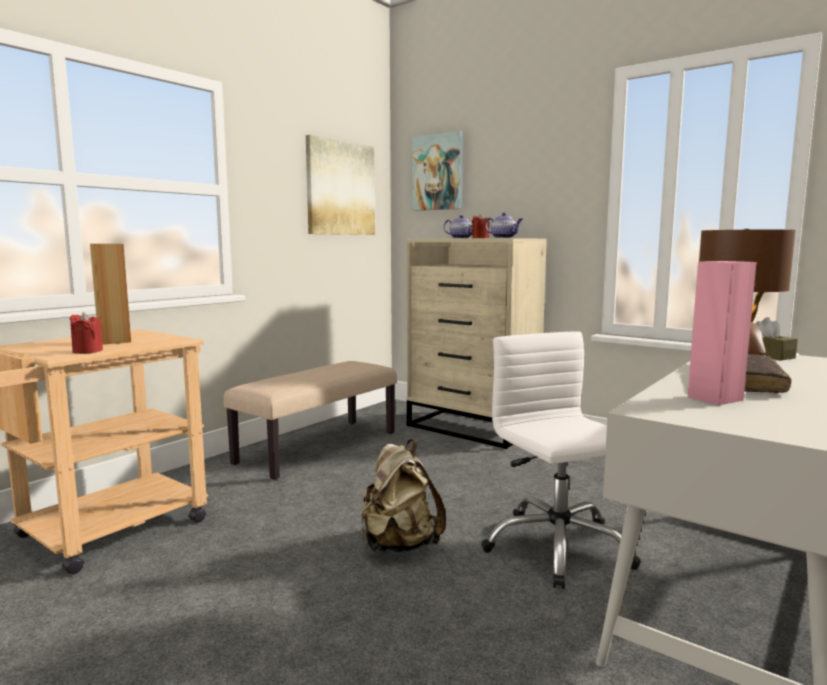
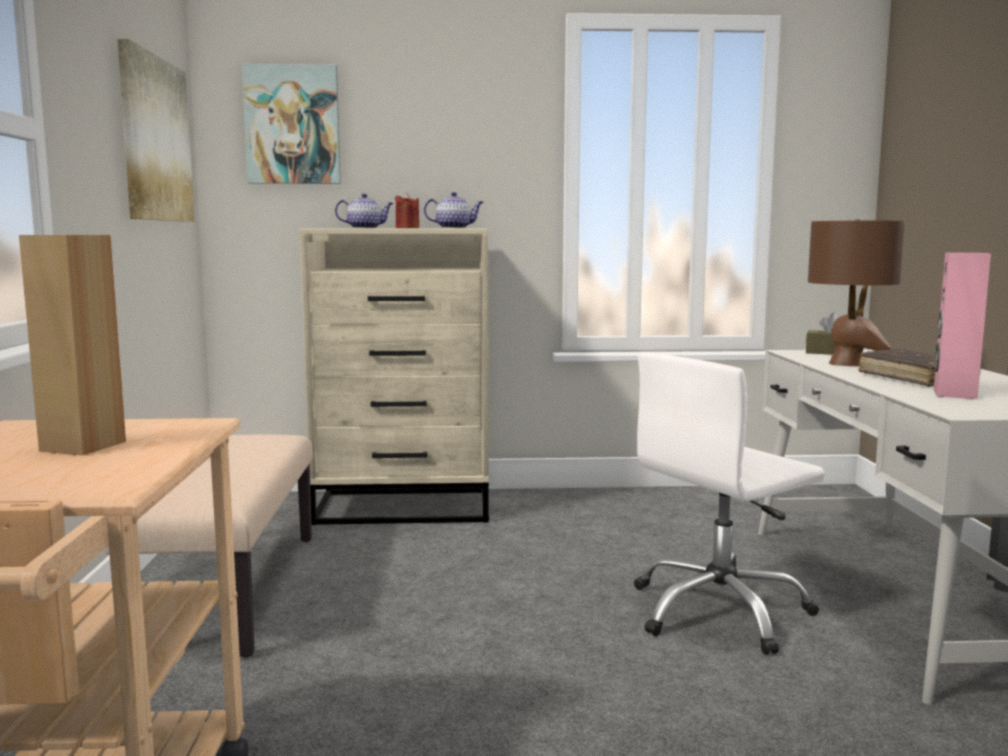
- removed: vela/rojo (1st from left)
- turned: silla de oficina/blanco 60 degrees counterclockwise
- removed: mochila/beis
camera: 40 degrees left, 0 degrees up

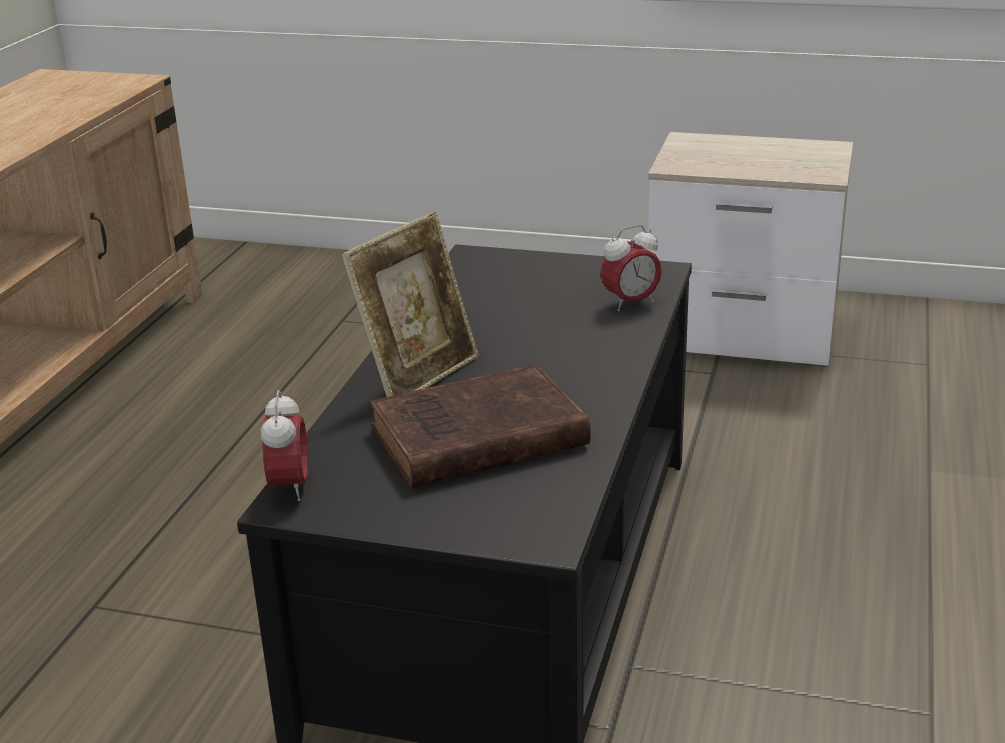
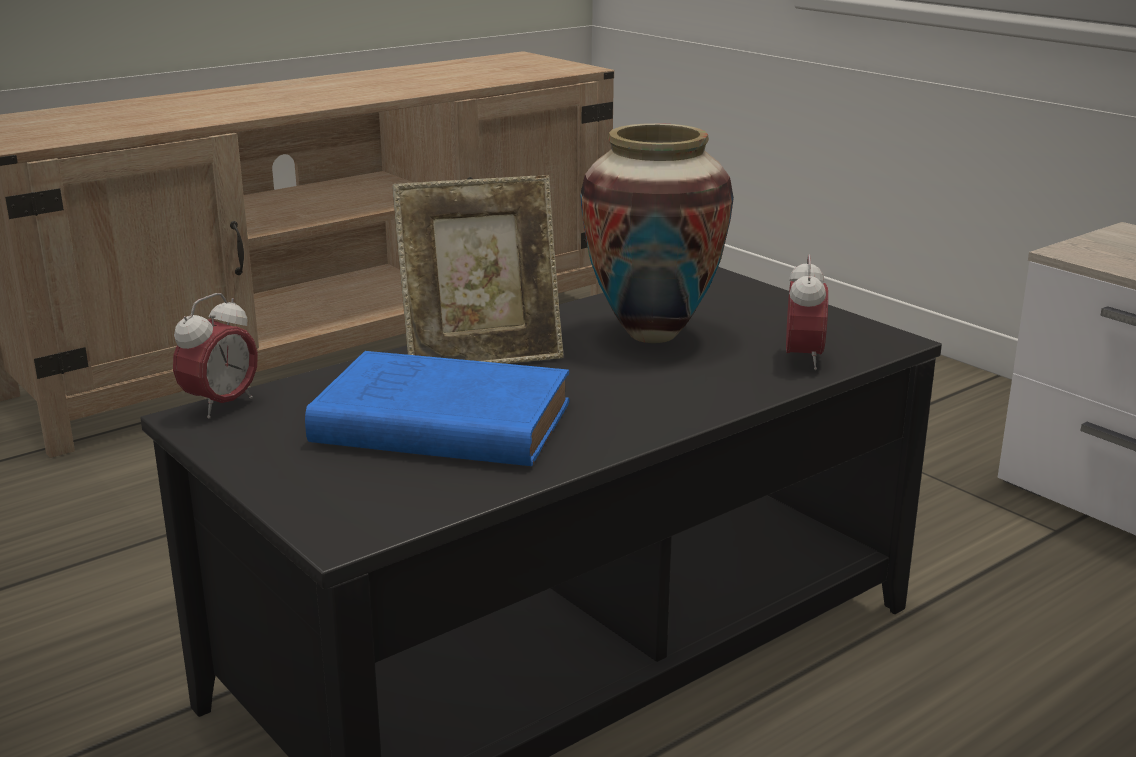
- turned: despertador (2nd from left) 90 degrees counterclockwise
- recoloured: libro/marrón to libro/azul
- added: florero
camera: 35 degrees right, 5 degrees down

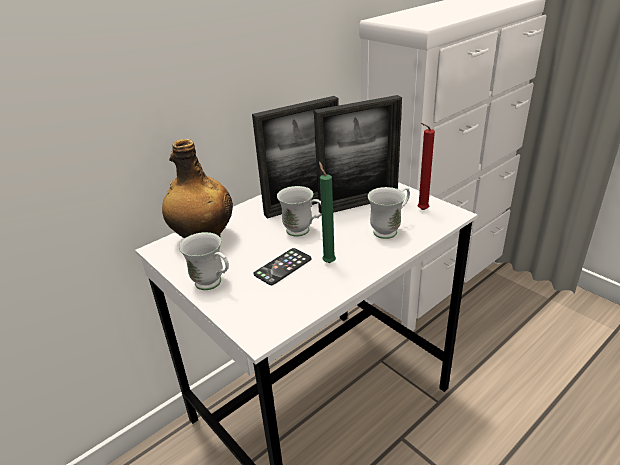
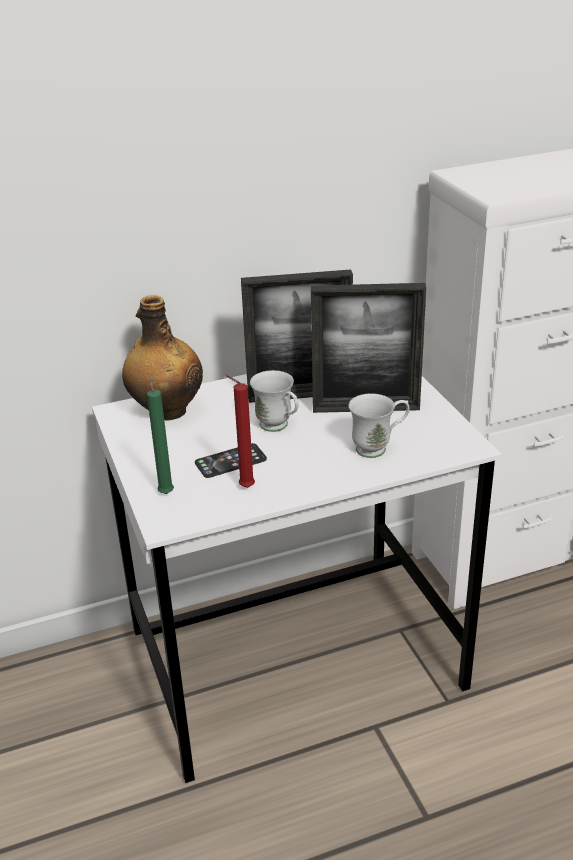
- moved: vela/rojo
- moved: vela/verde
- removed: taza grande/blanco (1st from left)
camera: 20 degrees right, 0 degrees up

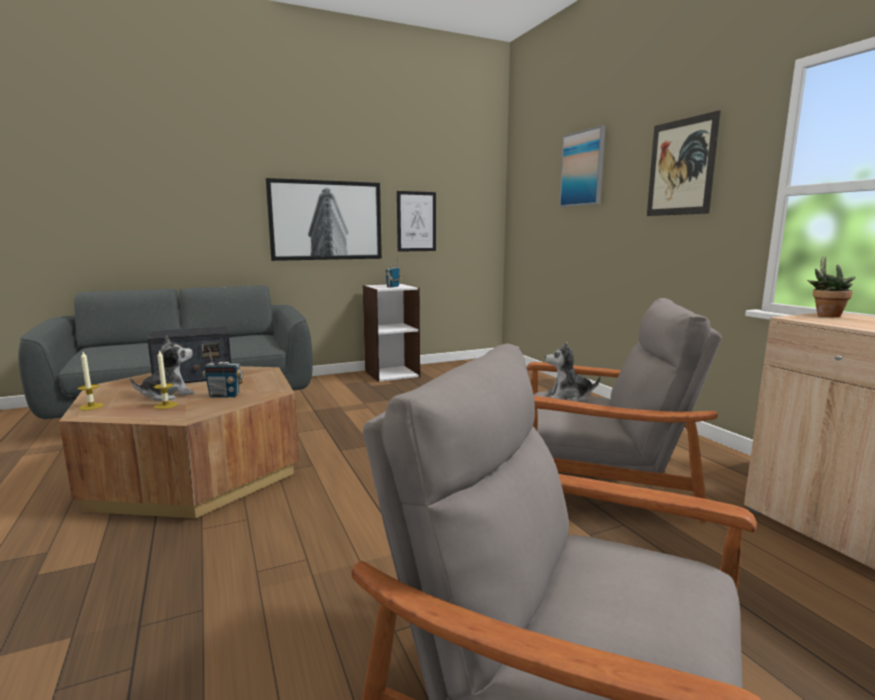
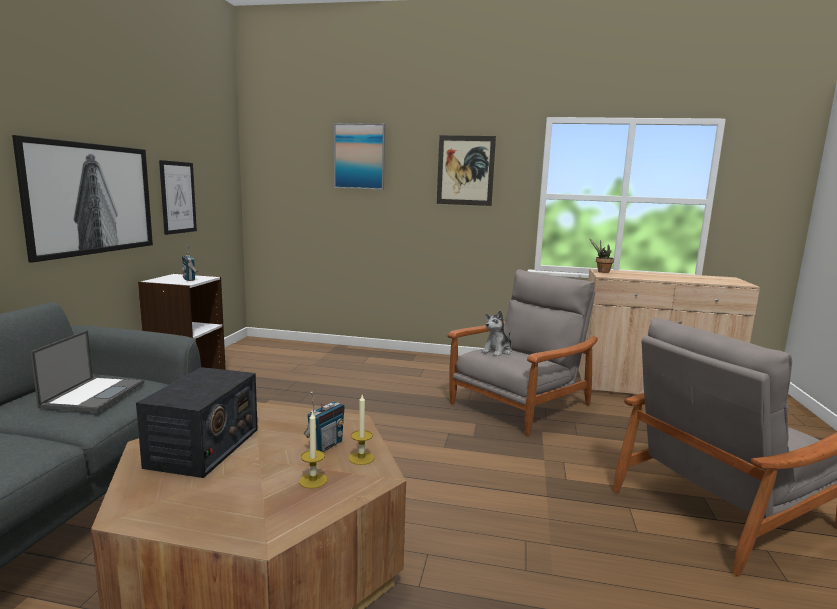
- removed: peluche (1st from left)
- moved: vela (1st from left in the first image) to vela (2nd from left)
- added: portátil
camera: 55 degrees left, 0 degrees up

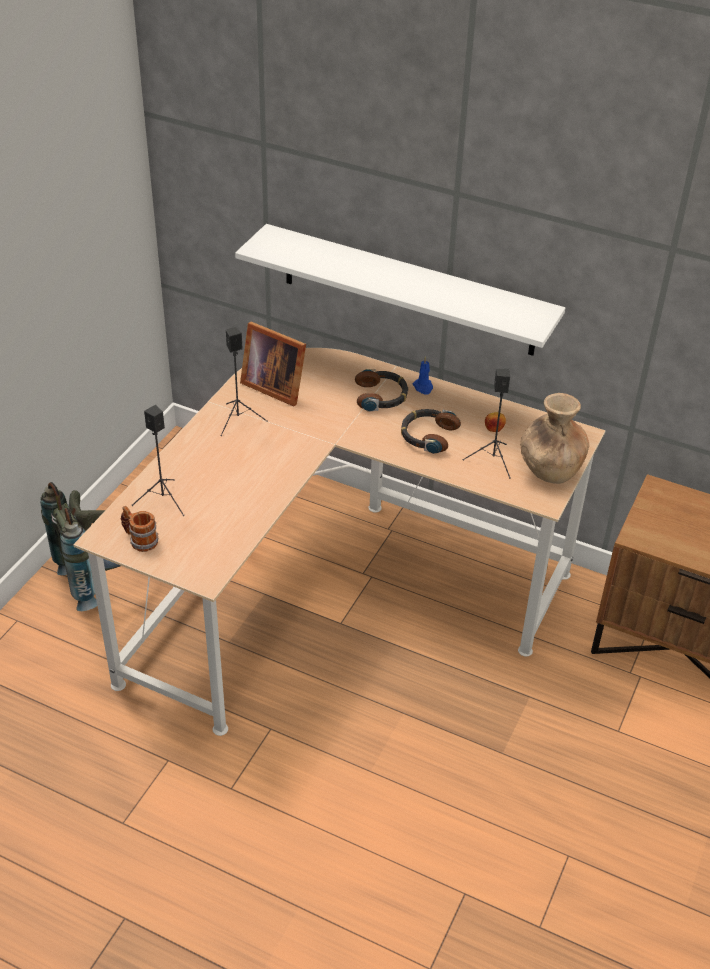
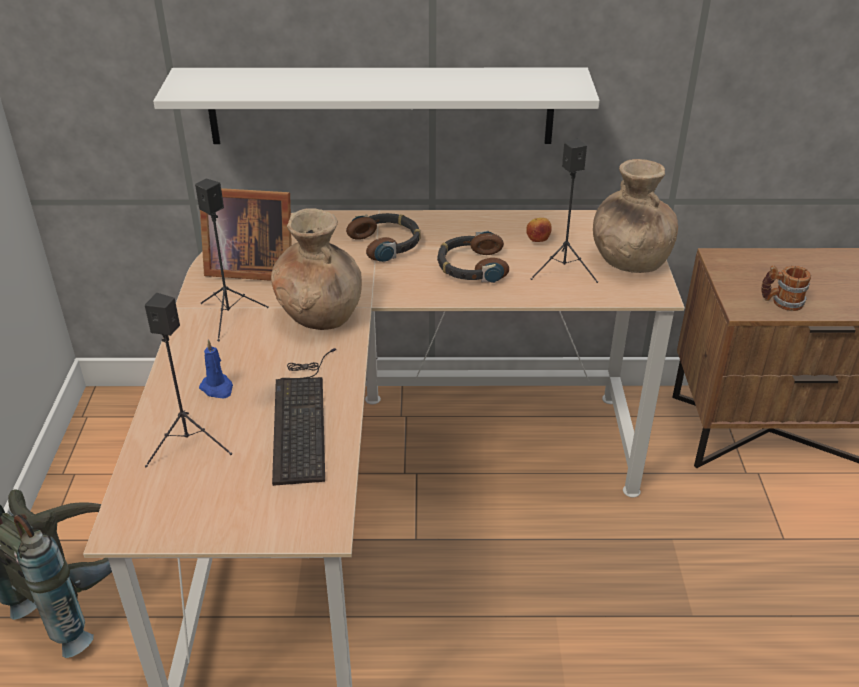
- moved: vela/azul
- moved: taza grande
- added: florero/marrón (1st from left)
- added: teclado
camera: 25 degrees left, 5 degrees down

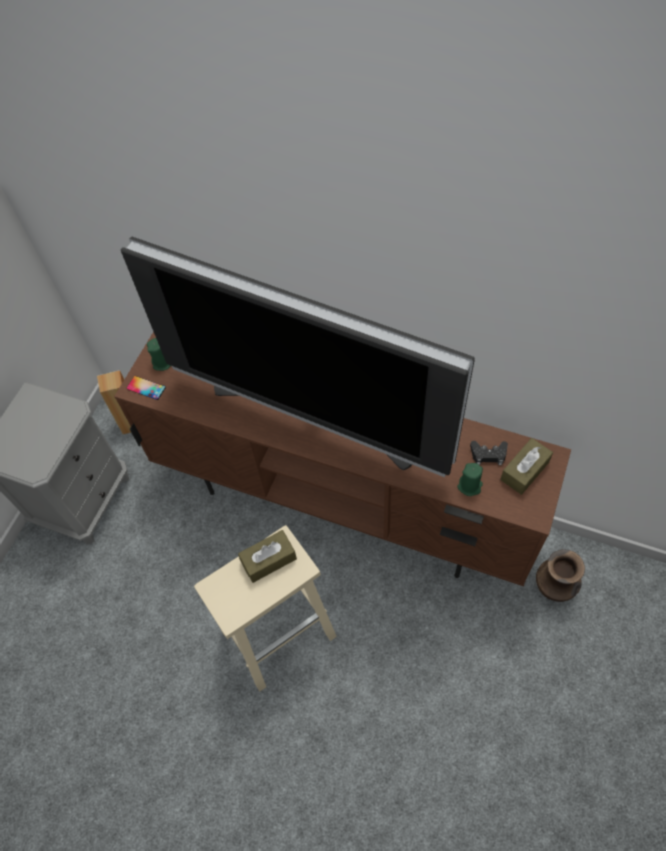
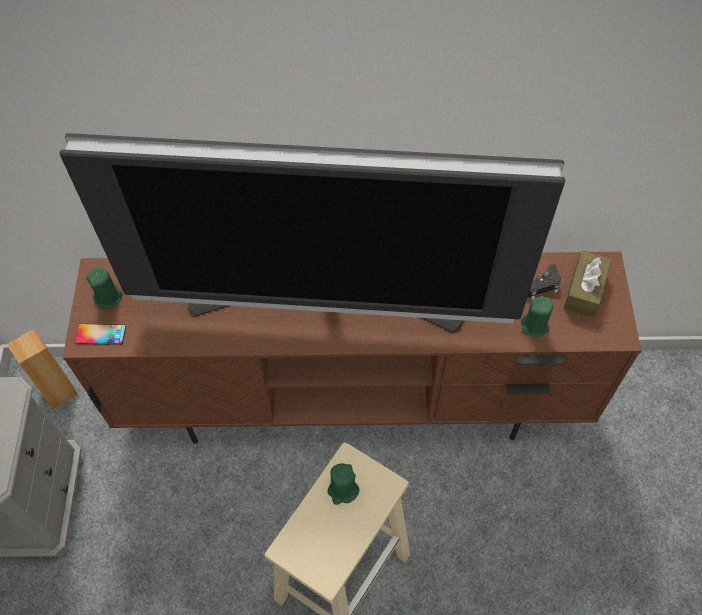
- replaced: caja de pañuelos/marrón (1st from left) to vela/verde (2nd from left)
- removed: florero/marrón
camera: 25 degrees left, 0 degrees up

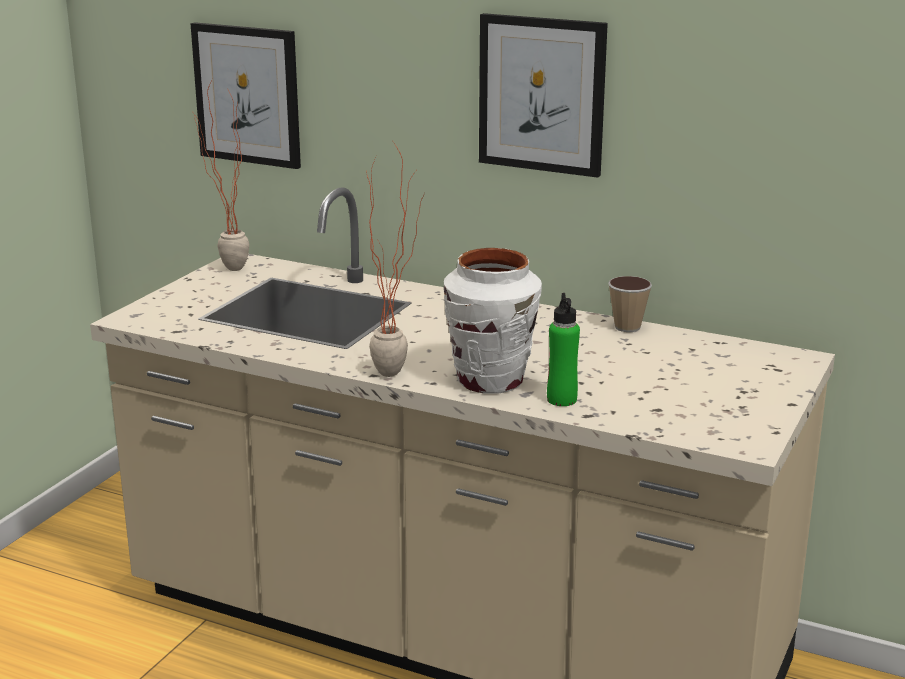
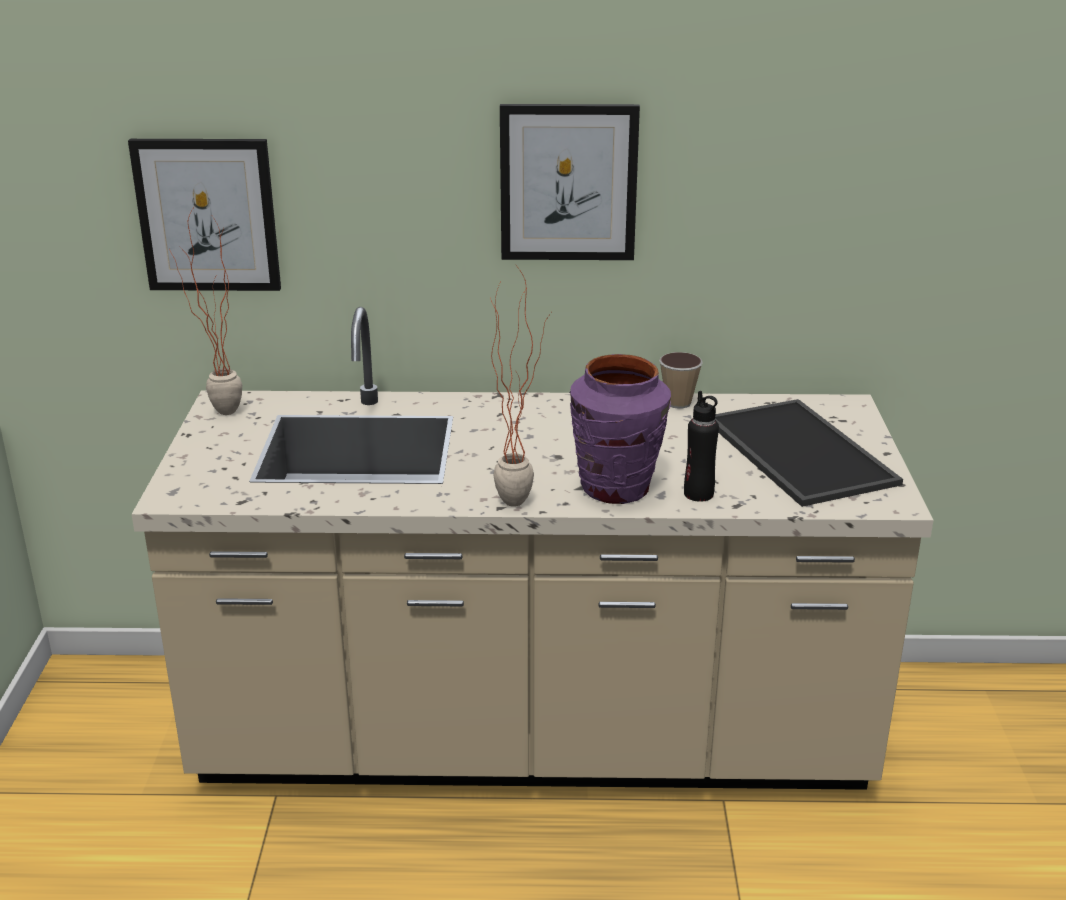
- recoloured: florero/blanco to florero/morado
- recoloured: botella/verde to botella/negro
- added: bandeja
camera: 25 degrees left, 5 degrees up

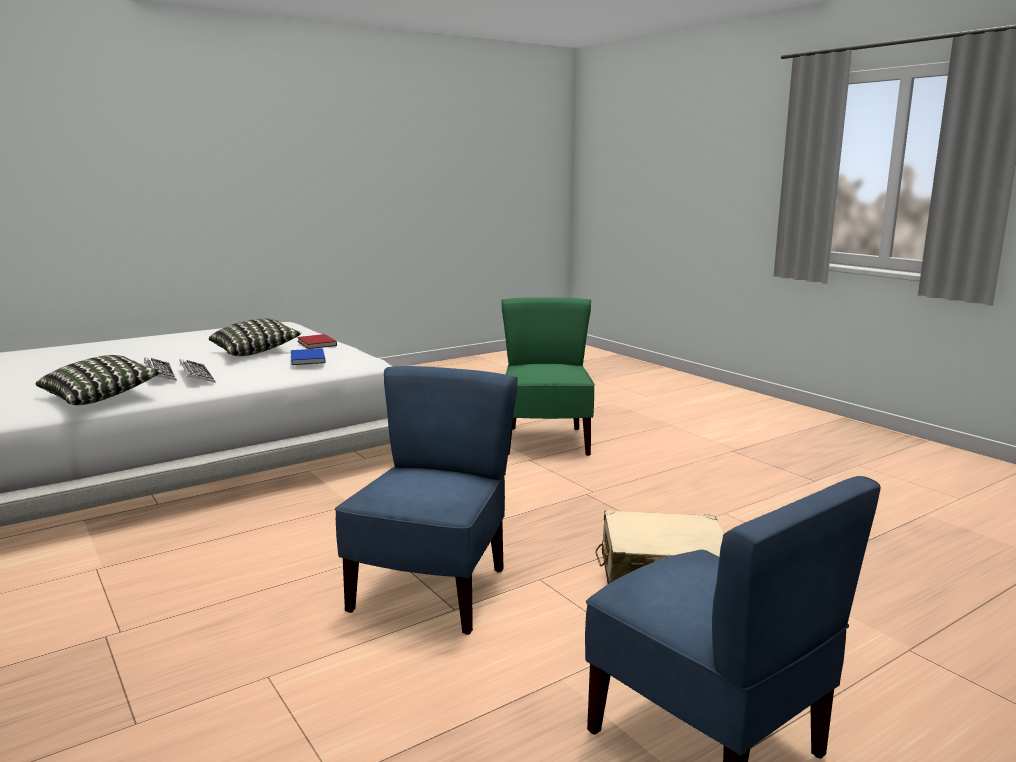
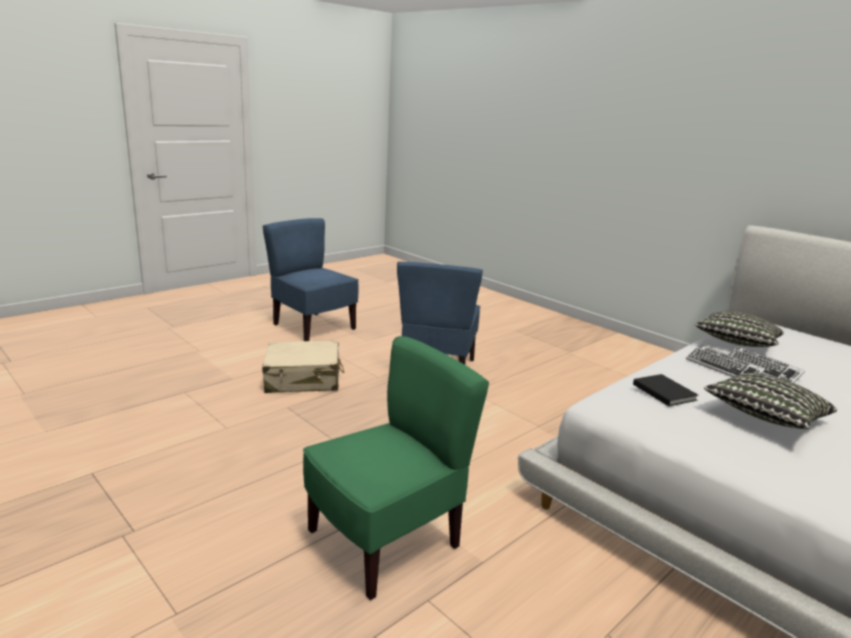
- turned: silla/verde 120 degrees counterclockwise
- removed: libro/rojo
- recoloured: libro/azul to libro/negro
camera: 170 degrees right, 5 degrees up

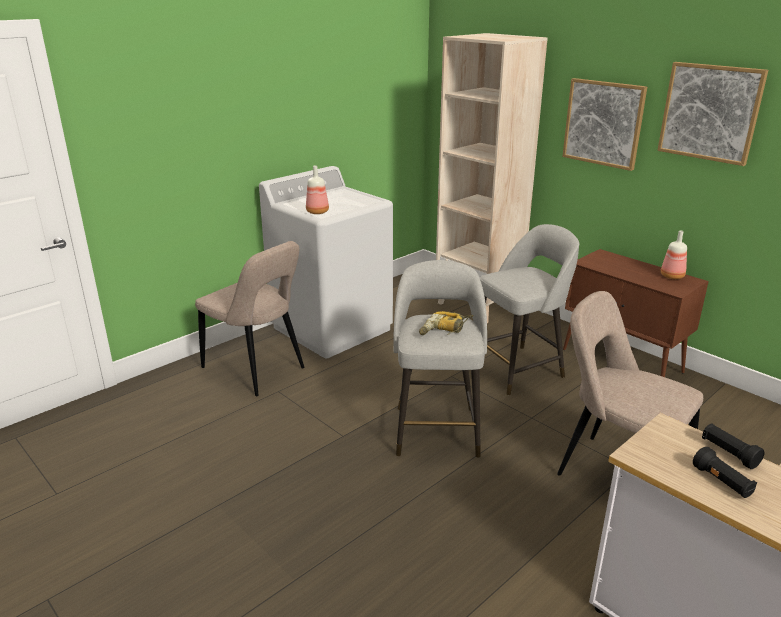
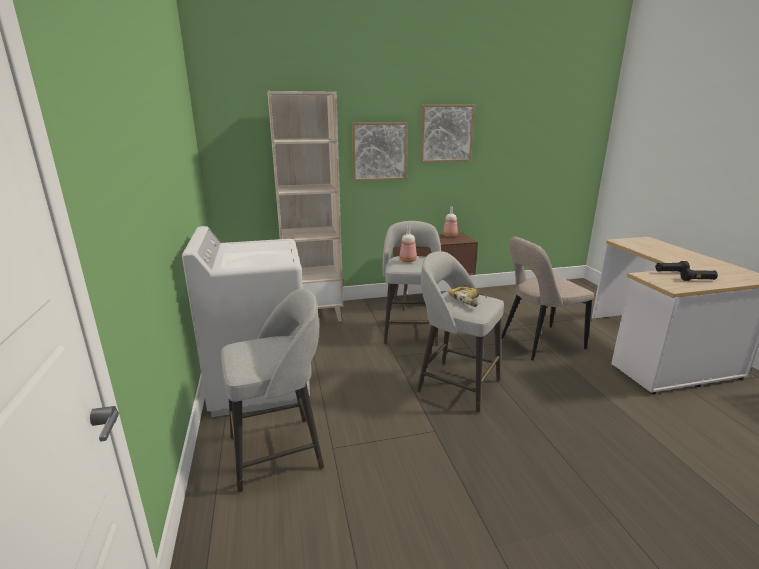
- moved: botella (1st from left)
- replaced: silla/beis (1st from left) to taburete/gris (1st from left)
camera: 60 degrees left, 5 degrees down

